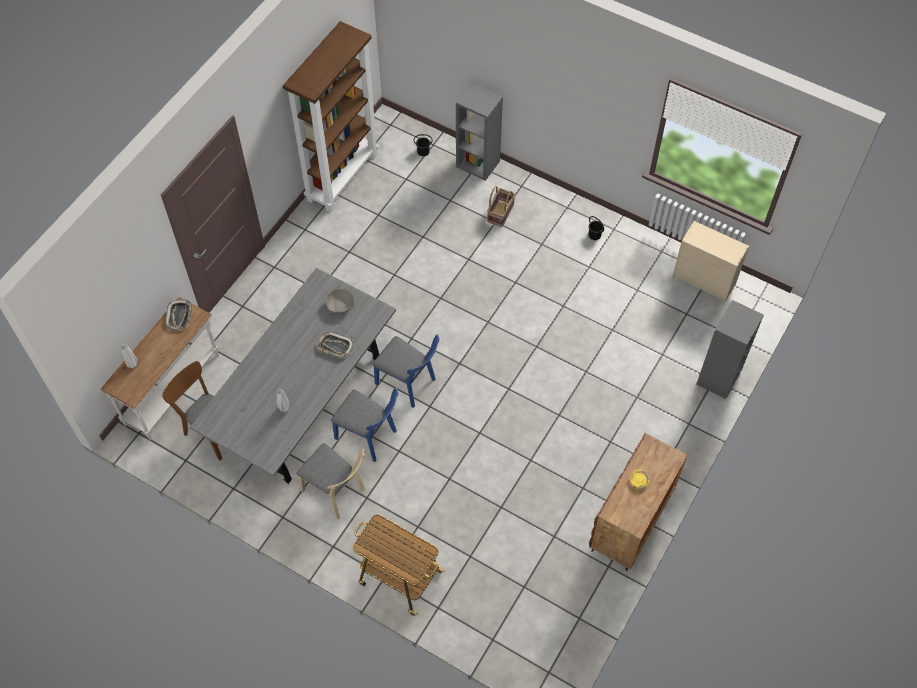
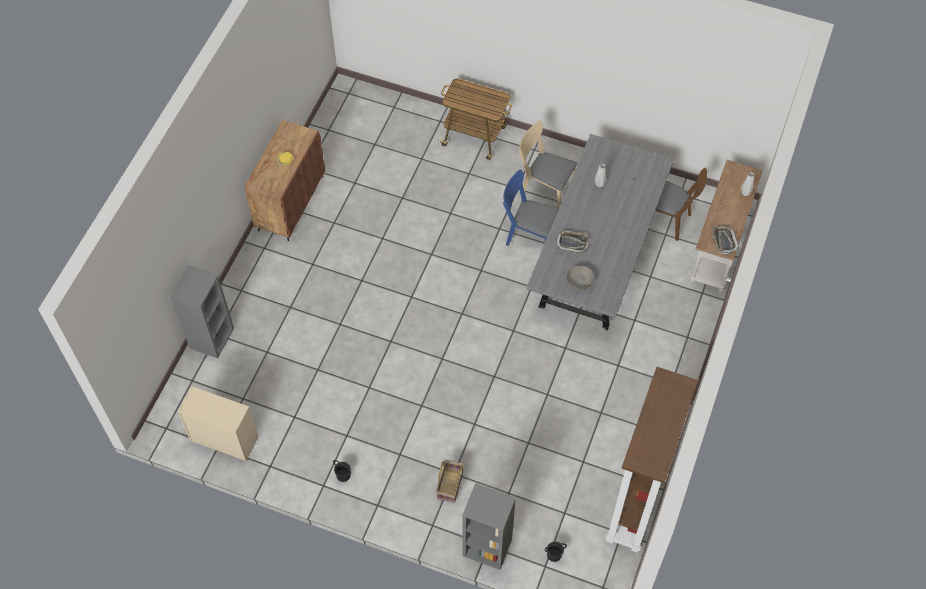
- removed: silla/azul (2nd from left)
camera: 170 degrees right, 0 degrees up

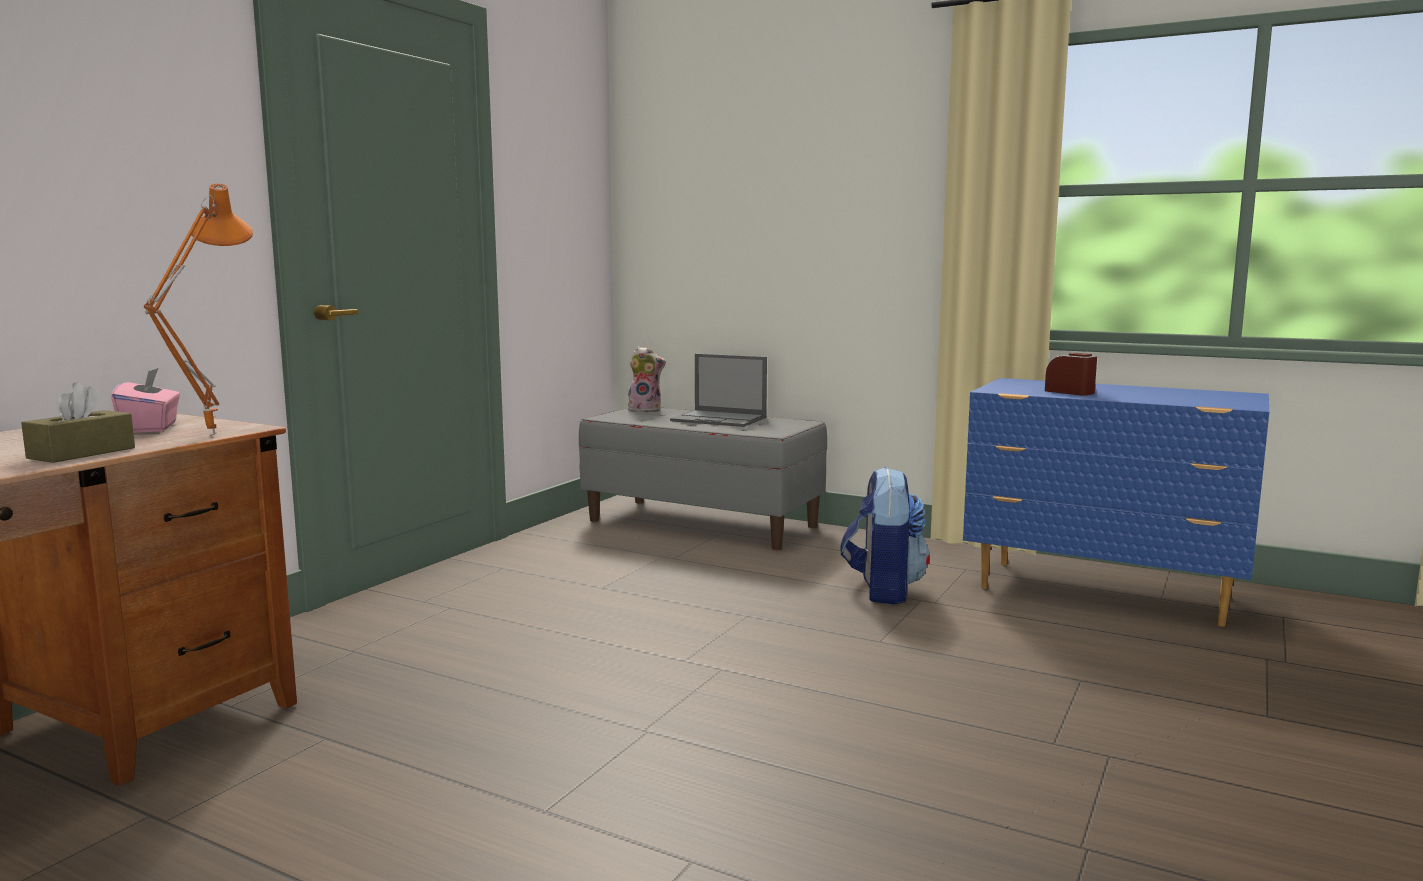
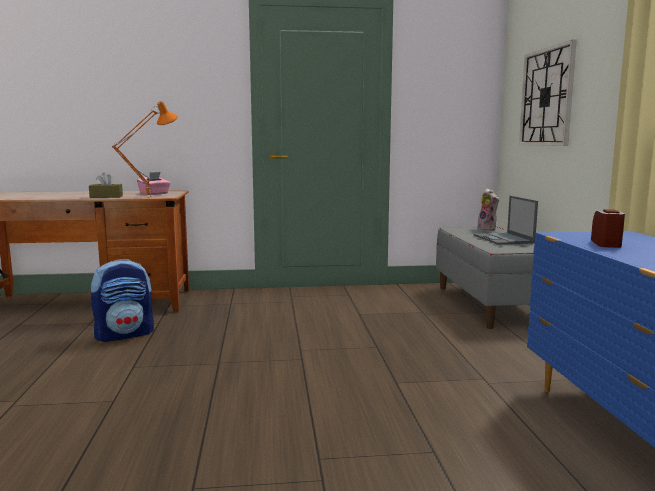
- moved: mochila
- added: reloj de pared
camera: 55 degrees right, 0 degrees up

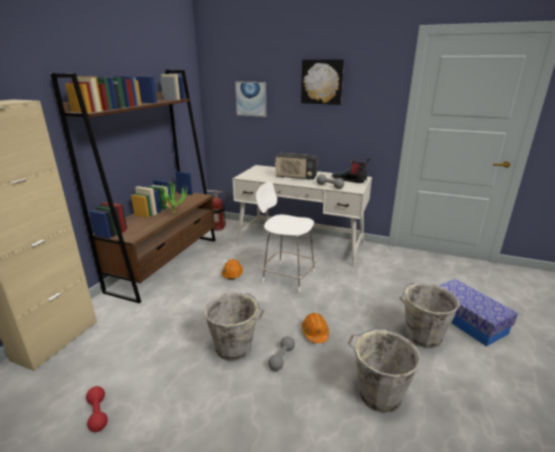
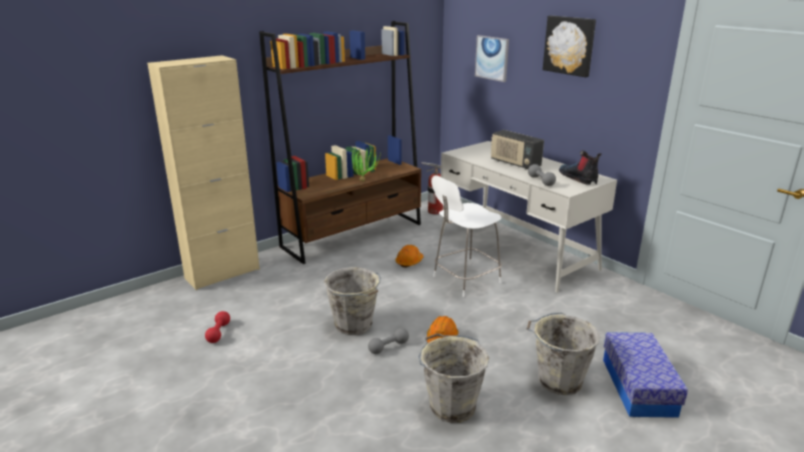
- turned: silla/blanco 90 degrees counterclockwise
camera: 30 degrees right, 0 degrees up

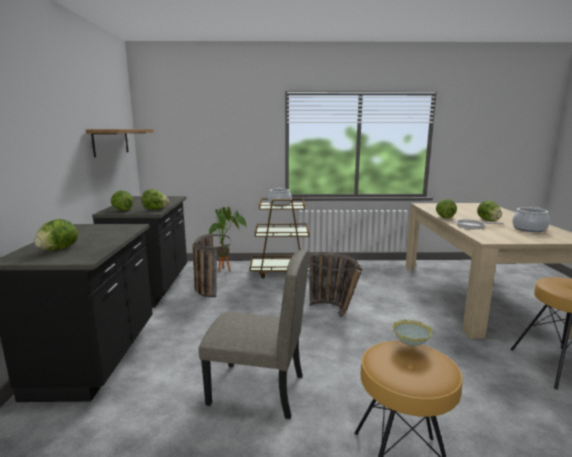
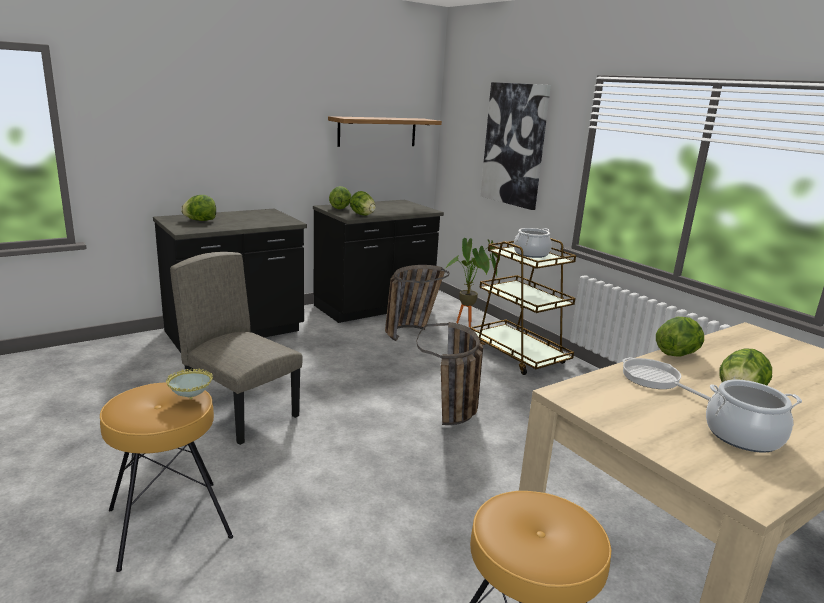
- turned: silla/beis 150 degrees clockwise
- added: cuadro
camera: 55 degrees right, 5 degrees up

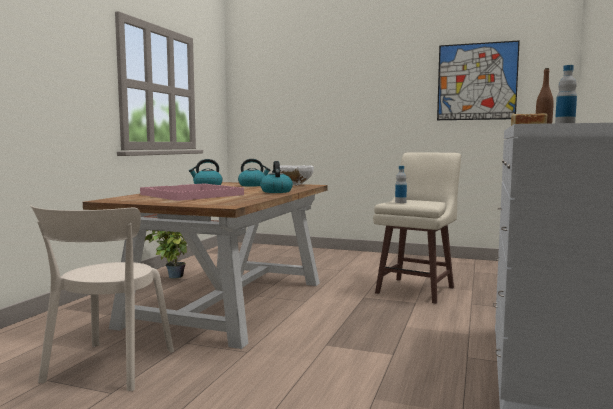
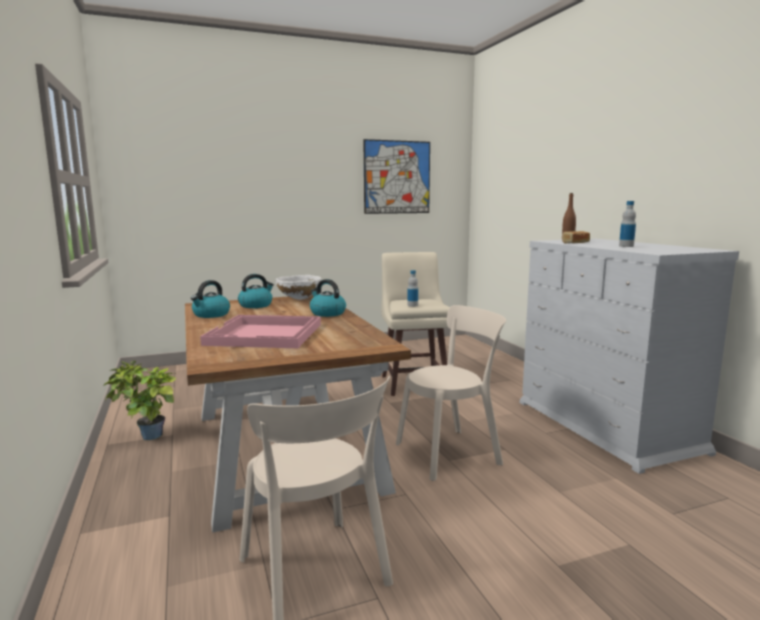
- added: silla/beis (2nd from left)
camera: 40 degrees left, 5 degrees up

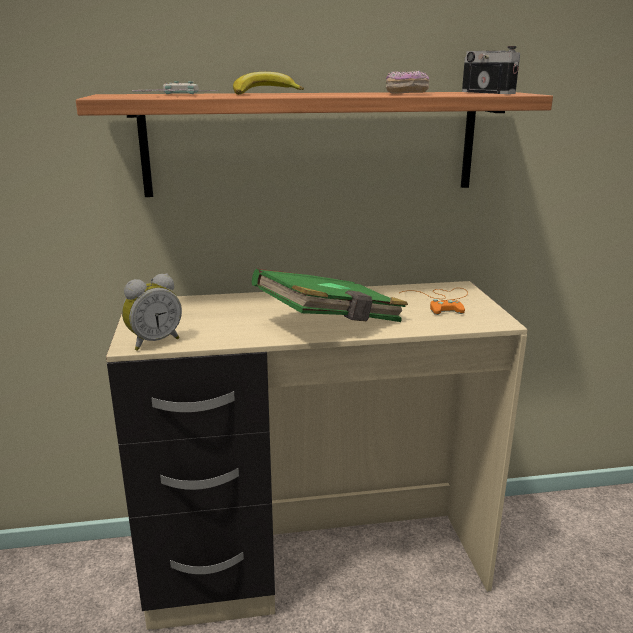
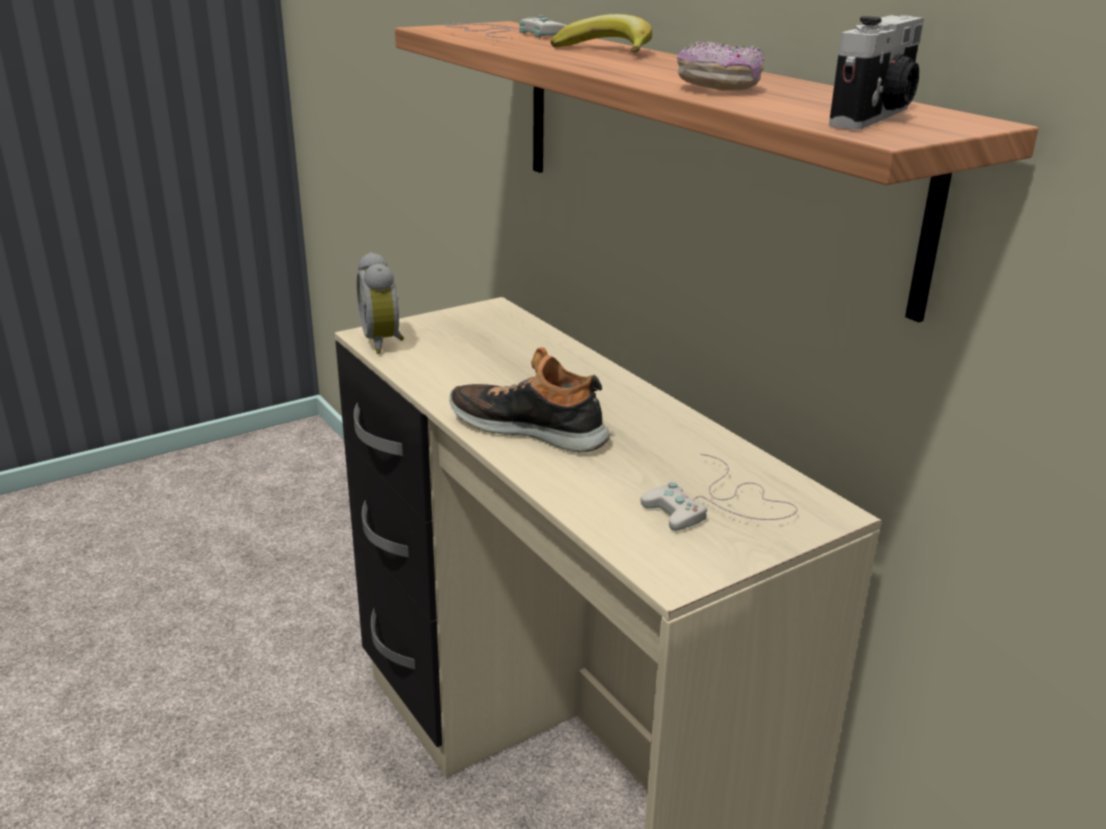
- replaced: libro/verde to zapato
- turned: despertador 45 degrees clockwise
- recoloured: mando de consola/naranja to mando de consola/blanco (2nd from left)
camera: 65 degrees right, 5 degrees up

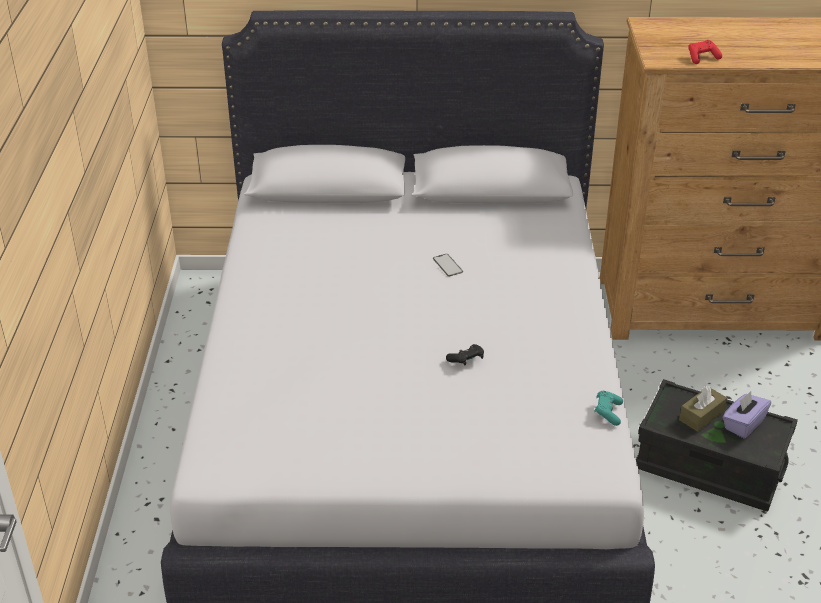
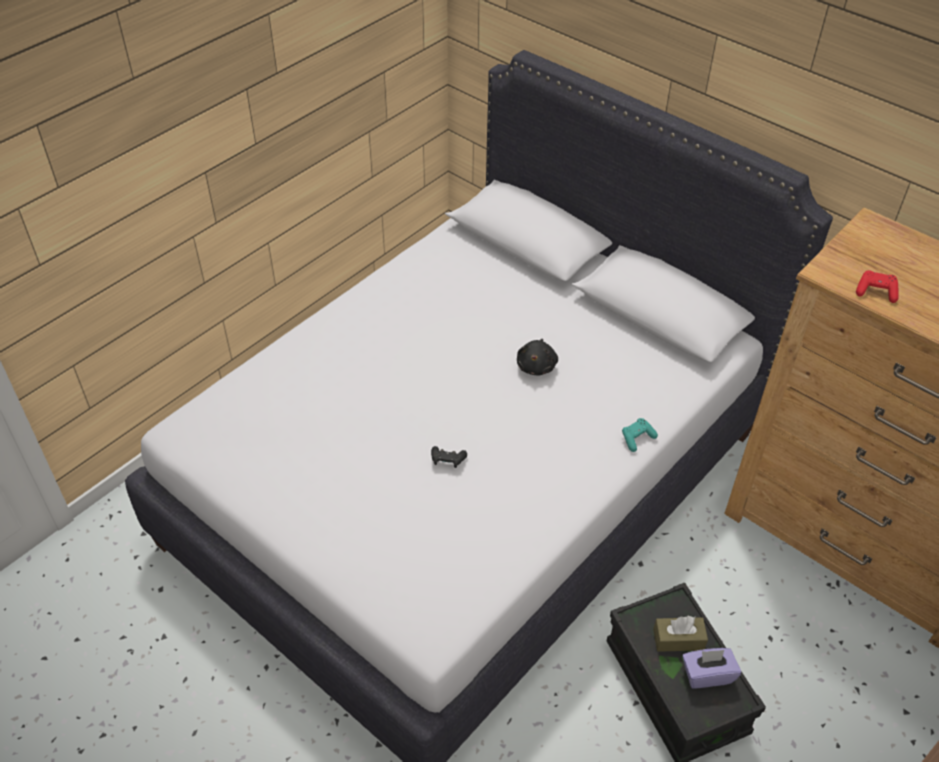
- replaced: móvil to peluche/negro
- moved: mando de consola/turquesa
camera: 40 degrees right, 10 degrees up

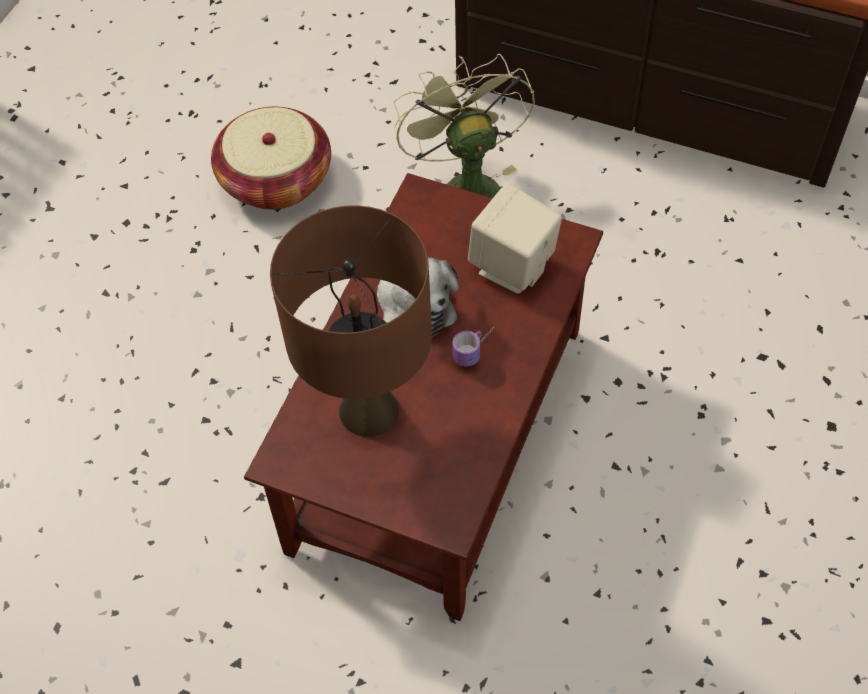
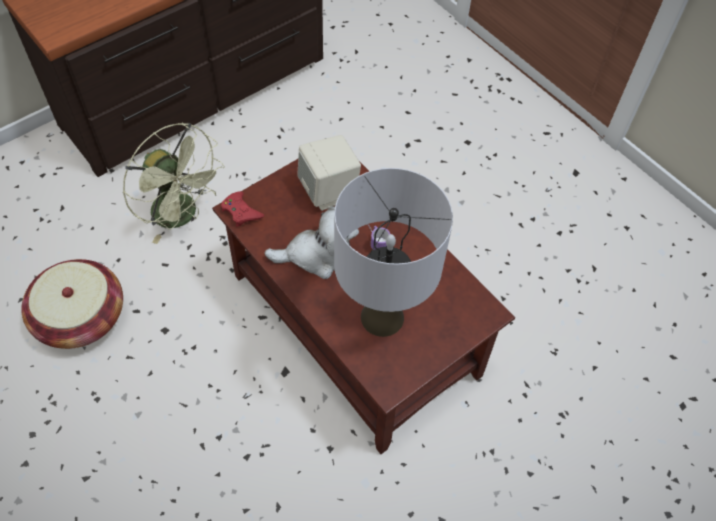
- turned: ventilador/verde 150 degrees counterclockwise
- recoloured: lámpara de mesa/marrón to lámpara de mesa/gris
- added: mando de consola/rojo
camera: 65 degrees left, 0 degrees up

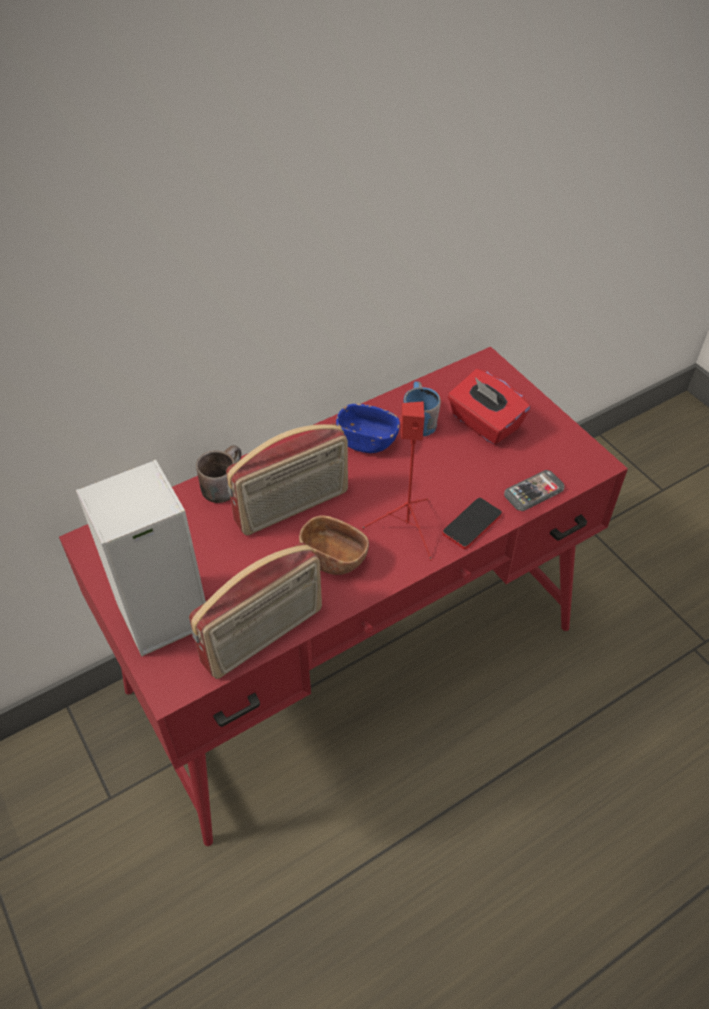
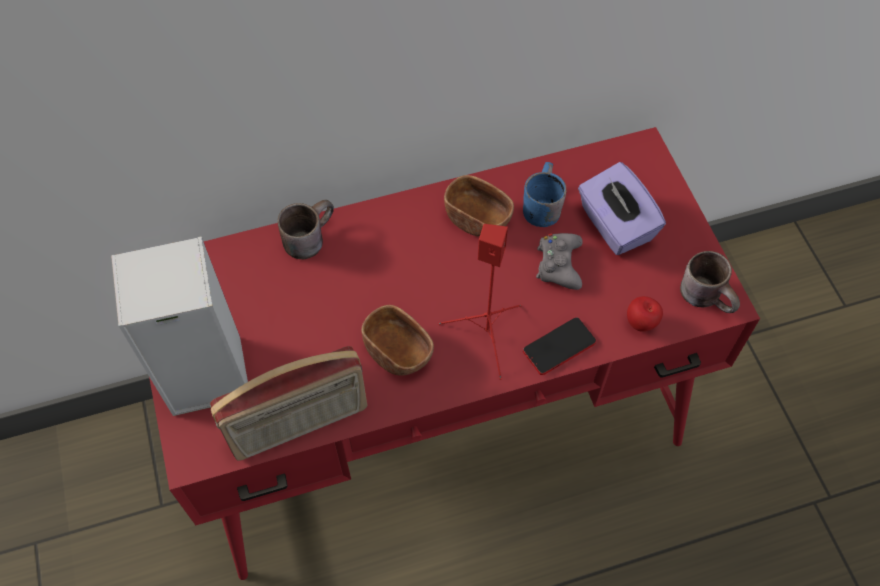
- recoloured: caja de pañuelos/rojo to caja de pañuelos/morado
- recoloured: cuenco/azul to cuenco/marrón (2nd from left)
- removed: radio (2nd from left)
- replaced: móvil (2nd from left) to manzana
- added: mando de consola/gris
- added: taza grande/marrón (2nd from left)
camera: 15 degrees right, 10 degrees up

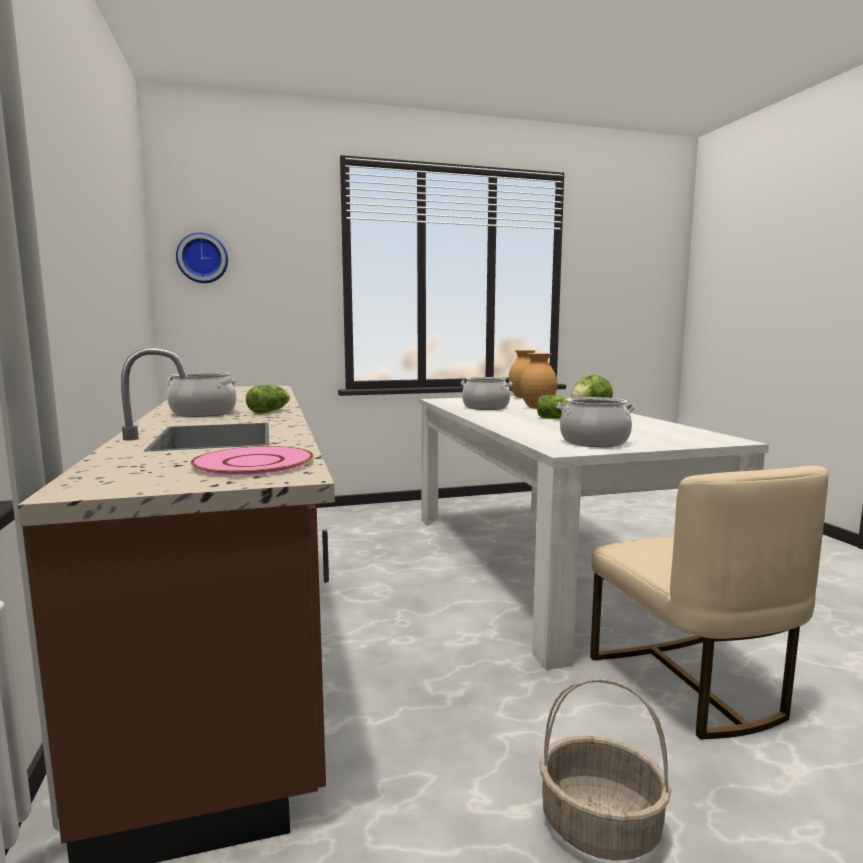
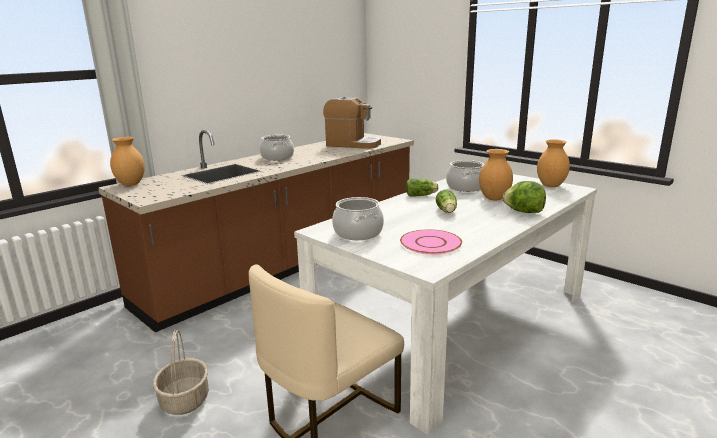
- removed: reloj de pared
- moved: lechuga (1st from left)
- moved: plato/rosa
- added: cafetera
- added: florero/marrón (1st from left)
camera: 60 degrees right, 10 degrees up

